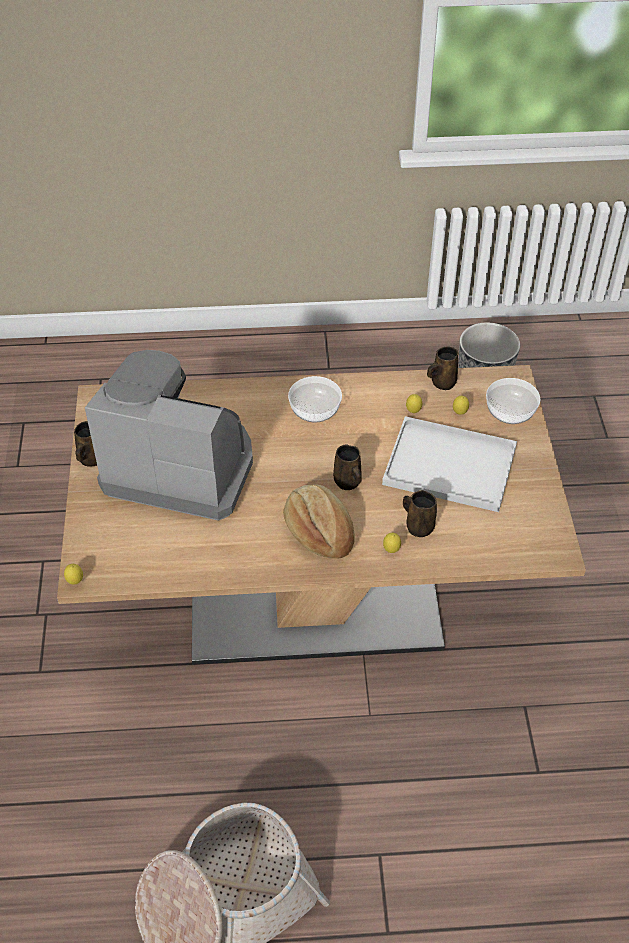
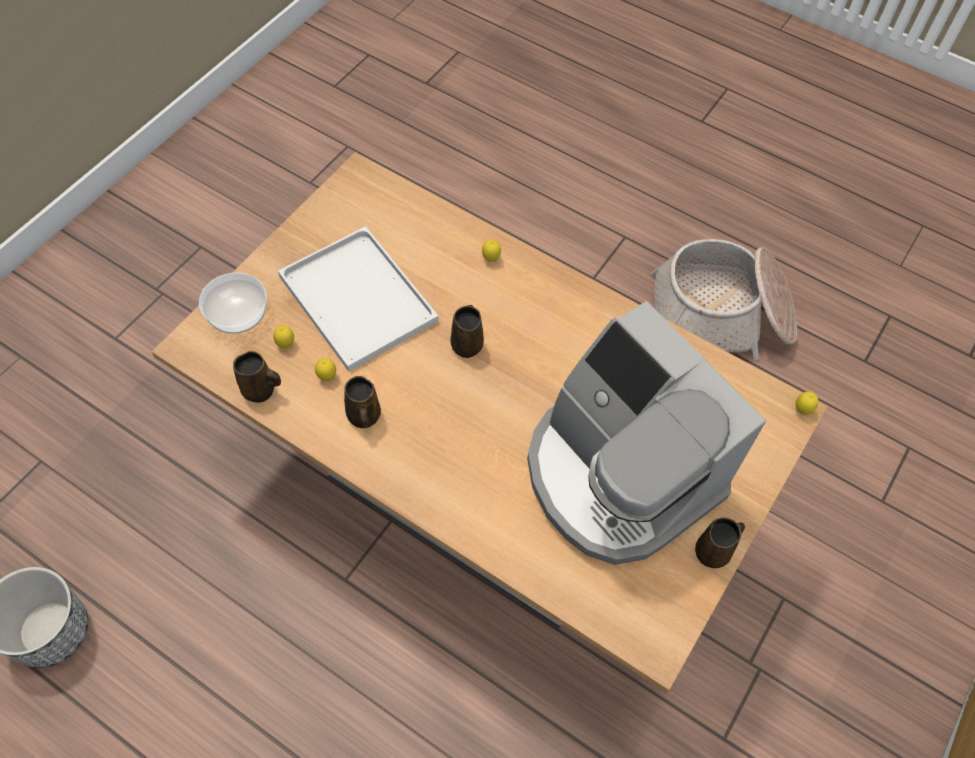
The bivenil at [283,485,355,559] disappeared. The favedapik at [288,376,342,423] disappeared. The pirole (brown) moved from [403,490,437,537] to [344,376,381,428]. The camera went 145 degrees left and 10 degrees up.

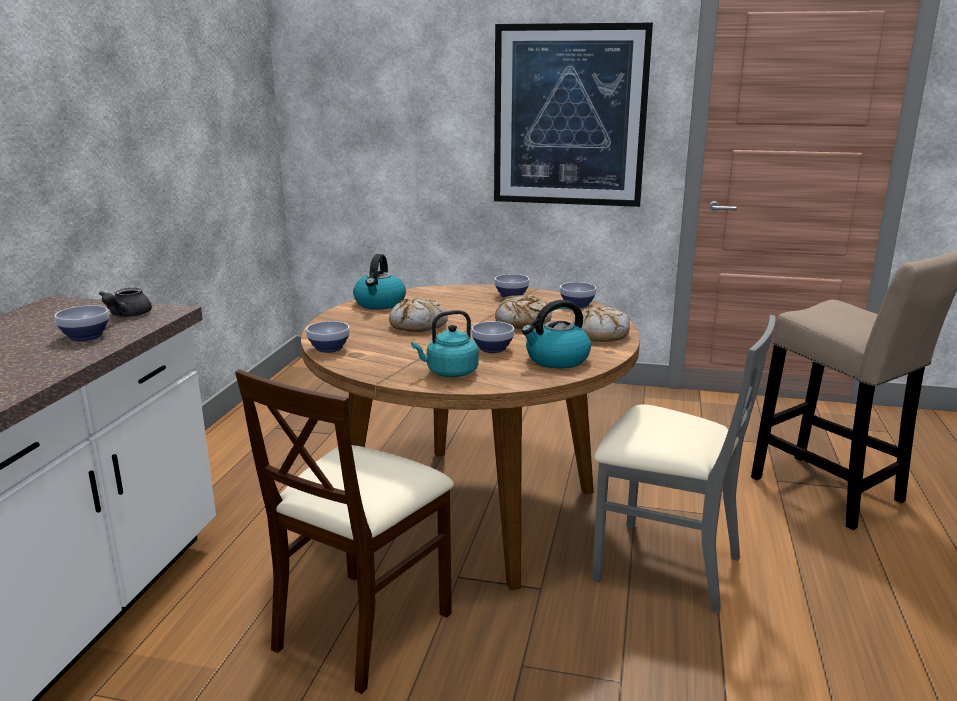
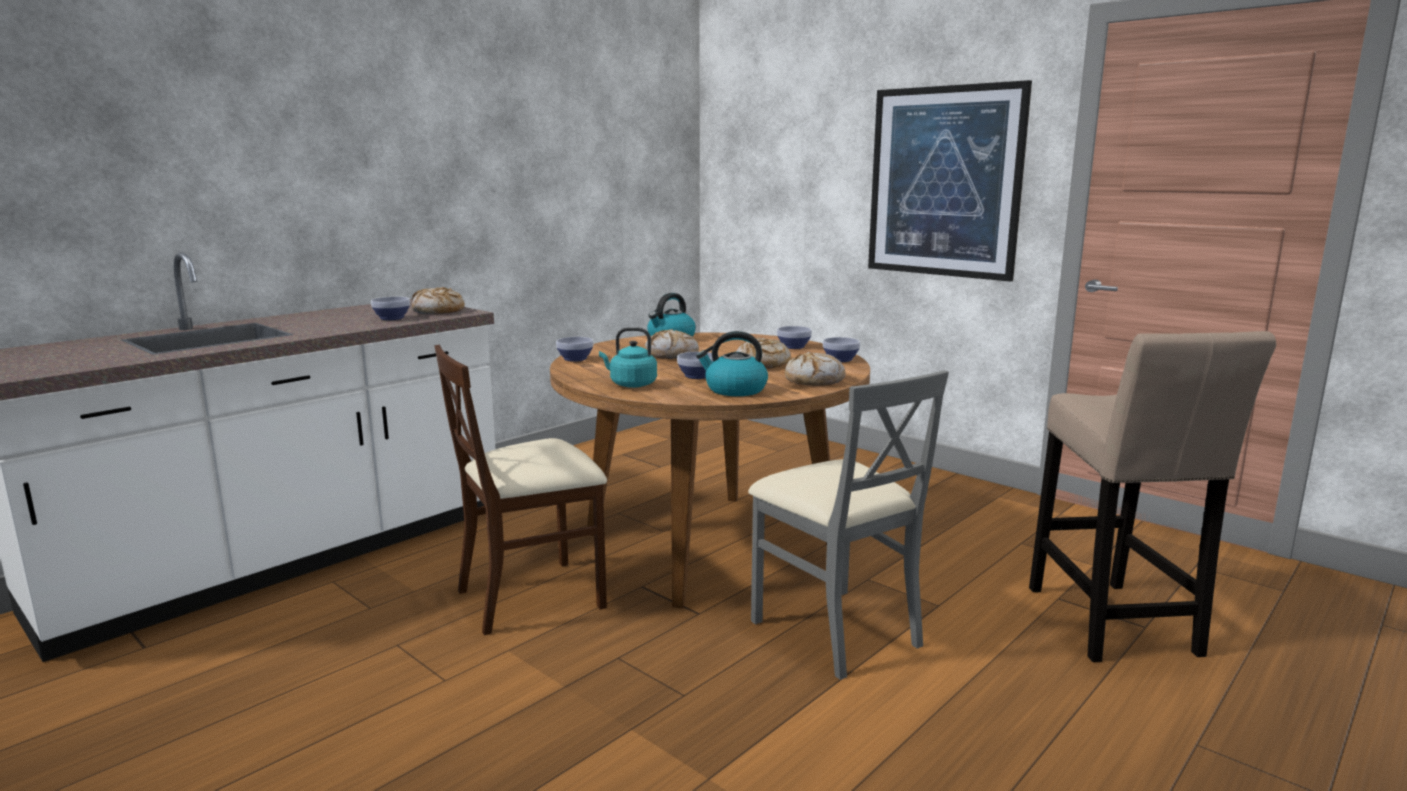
The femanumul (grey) at [99,288,152,317] was replaced by the bivenil at [412,287,465,314]. The camera went 30 degrees right and 5 degrees down.

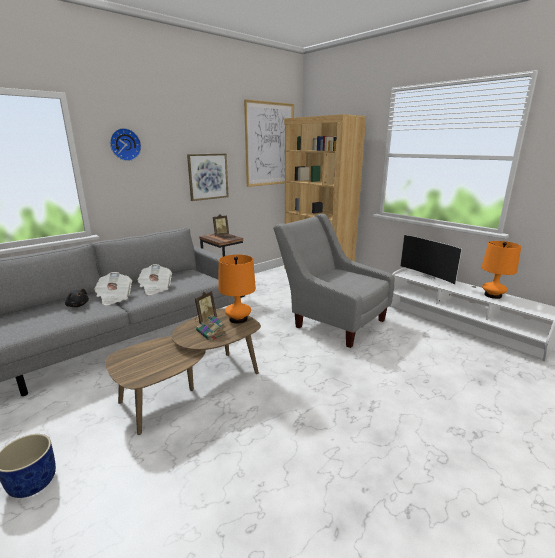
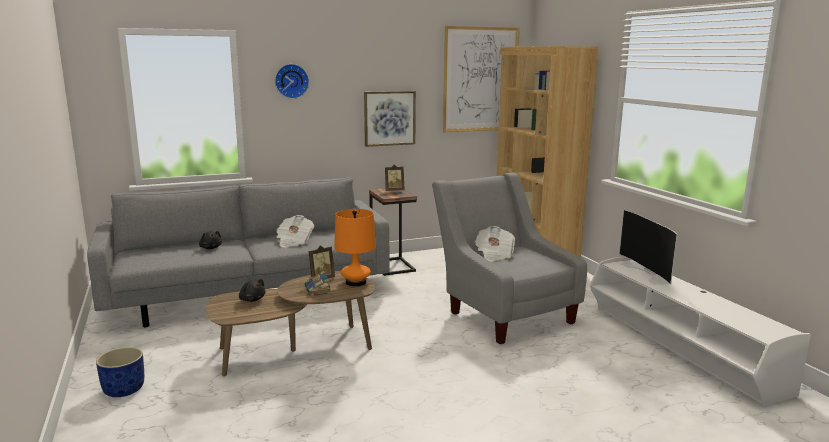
The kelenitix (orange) at [481,241,521,299] disappeared. The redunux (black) at [239,279,266,302] appeared. The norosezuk moved from [94,272,132,305] to [475,226,515,261]. The camera went 20 degrees right and 5 degrees down.

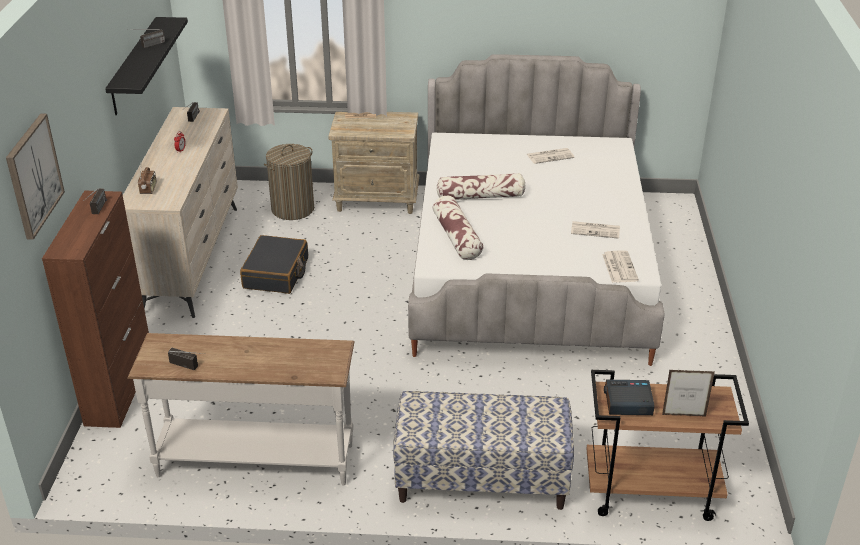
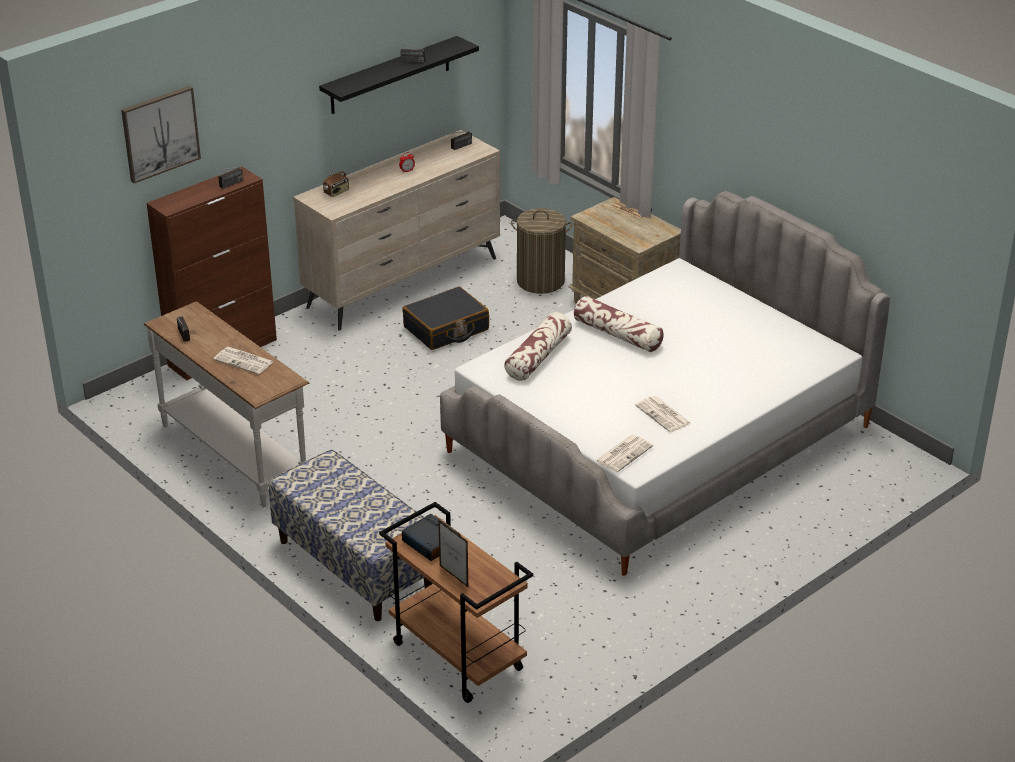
The norosezuk moved from [527,148,575,164] to [213,347,274,375]. The camera went 45 degrees right and 0 degrees up.

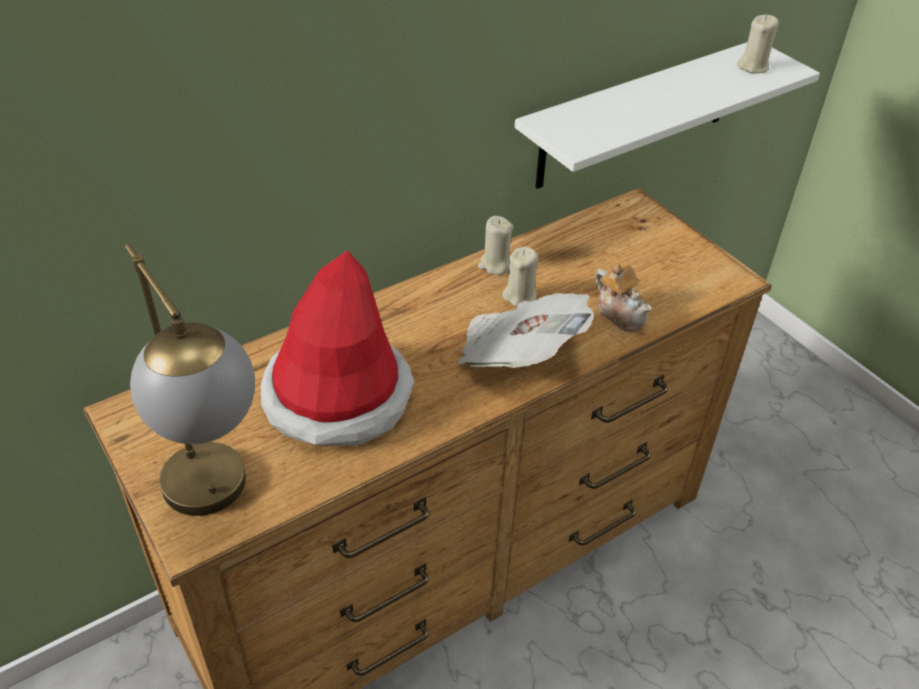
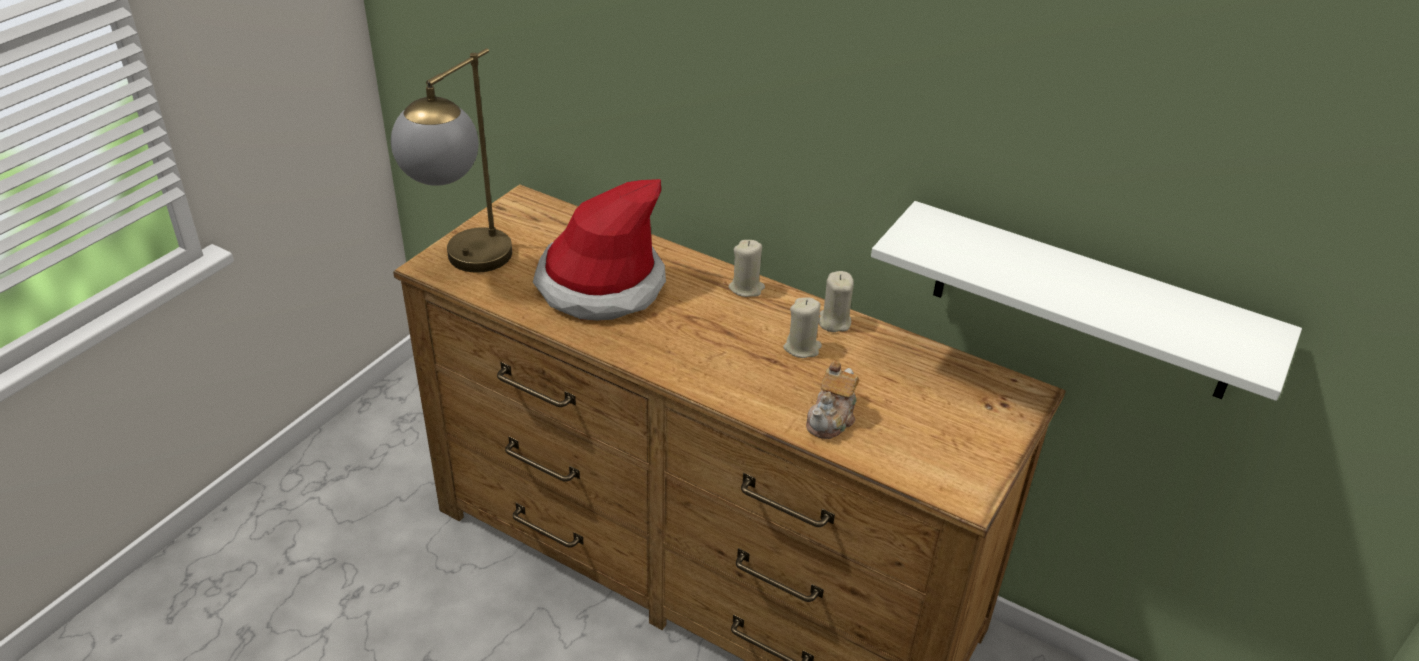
The norosezuk at [458,293,594,368] disappeared. The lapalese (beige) moved from [737,14,779,74] to [729,240,765,297]. The camera went 65 degrees right and 5 degrees down.

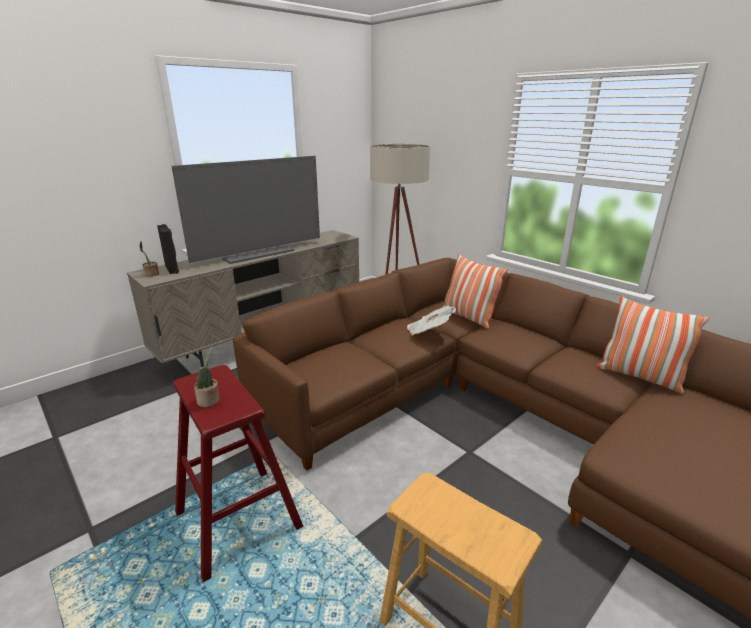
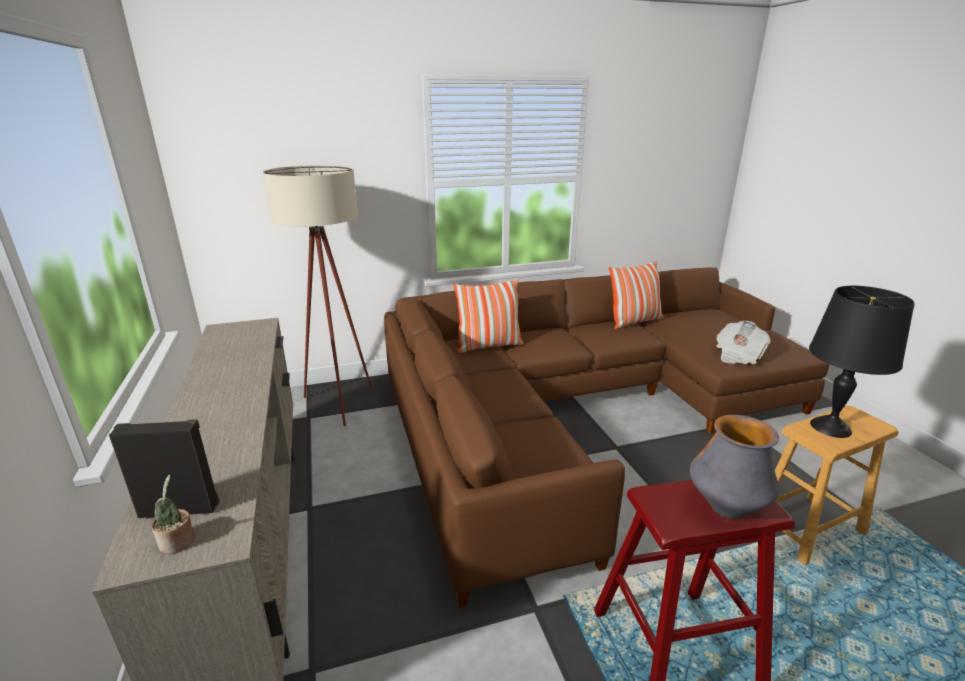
The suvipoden at [172,156,320,264] disappeared. The kelenitix (black) at [809,286,915,438] appeared. The norosezuk moved from [407,306,456,335] to [716,321,771,364]. The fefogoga at [194,350,220,407] was replaced by the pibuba at [690,415,780,519]. The camera went 65 degrees left and 0 degrees up.

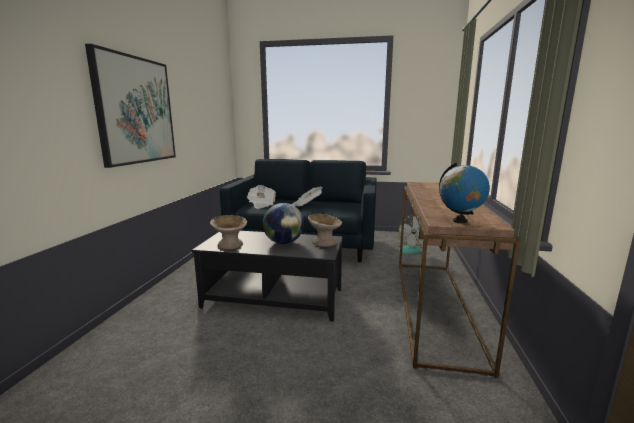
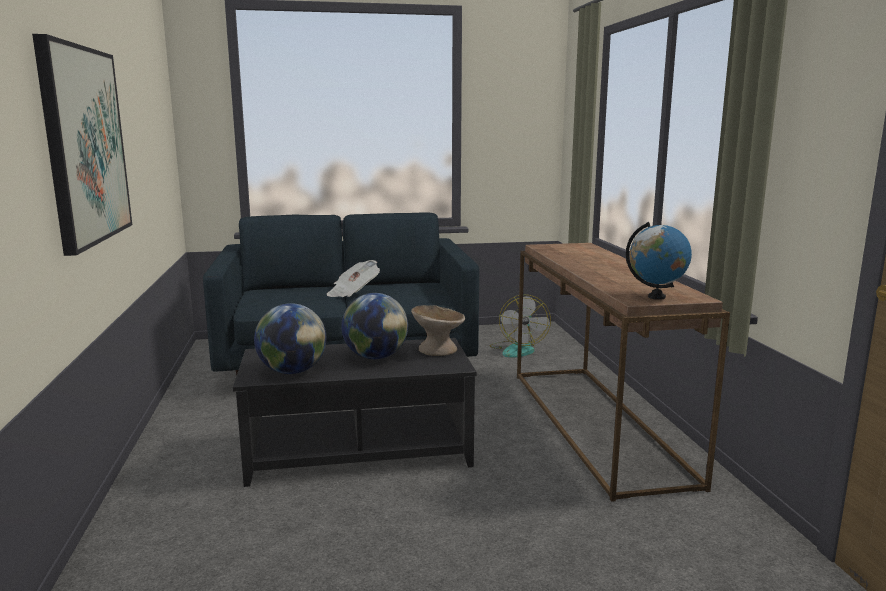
The norosezuk at [247,185,276,209] disappeared. The favedapik (beige) at [210,215,247,250] was replaced by the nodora at [254,303,326,374]. The camera went 20 degrees left and 0 degrees up.

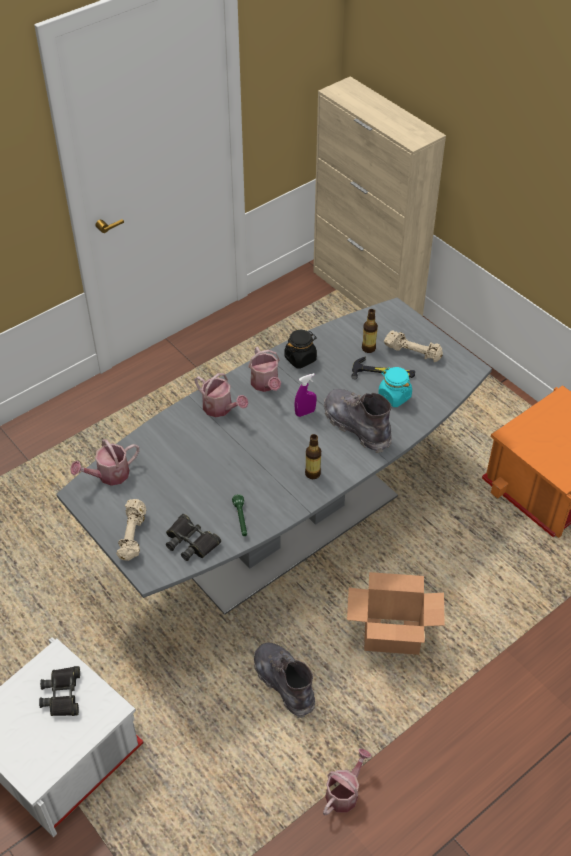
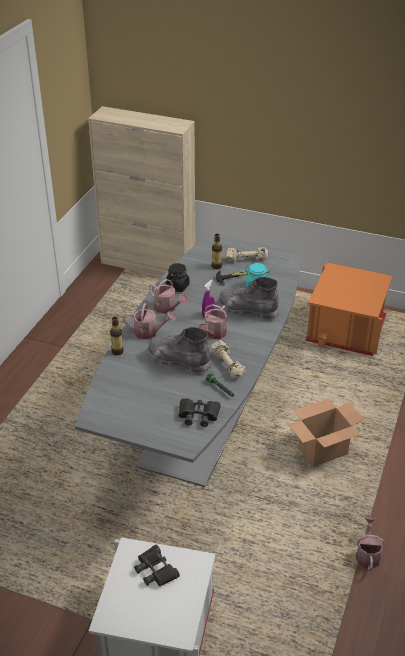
The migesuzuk moved from [70,439,139,486] to [198,304,227,339]. The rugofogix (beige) moved from [116,499,146,561] to [211,340,245,379]. The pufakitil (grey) moved from [254,643,315,718] to [147,327,211,374]. The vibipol moved from [305,434,321,479] to [110,317,124,355]. The camera went 30 degrees left and 10 degrees down.

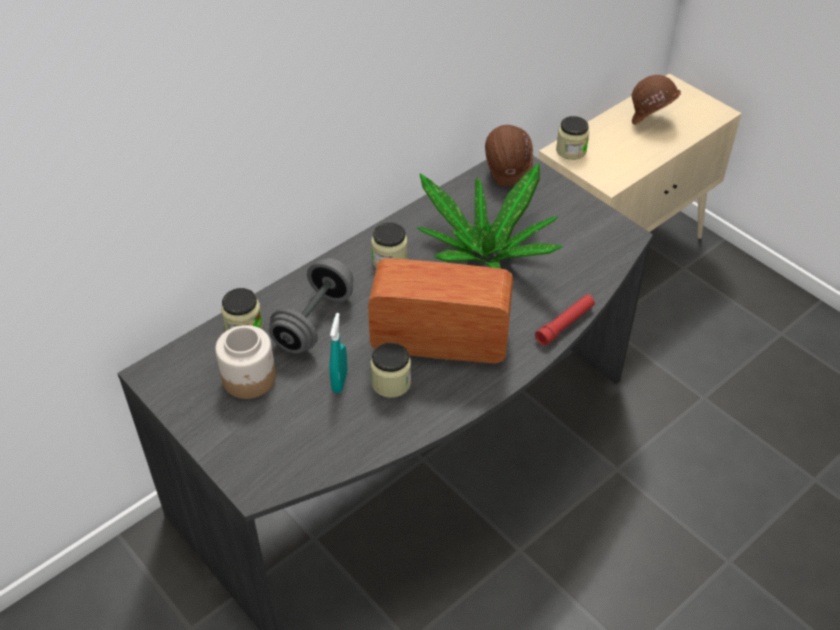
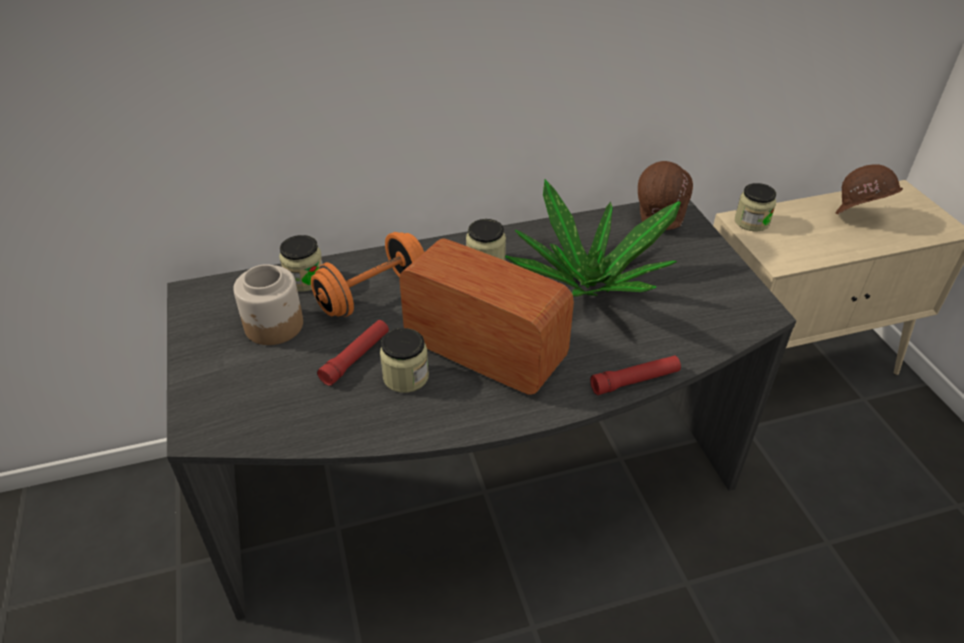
The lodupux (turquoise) at [330,313,347,393] was replaced by the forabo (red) at [317,320,389,386]. The rugofogix (grey) at [269,258,353,353] became the rugofogix (orange) at [311,232,424,317]. The camera went 25 degrees right and 5 degrees down.

